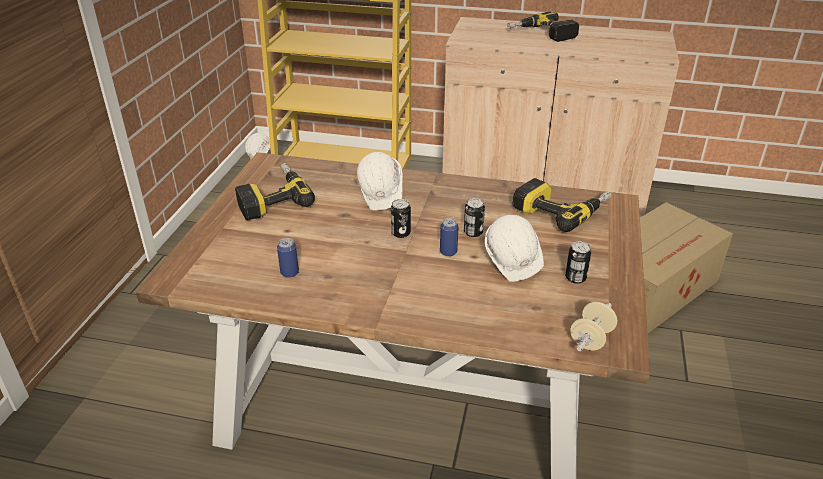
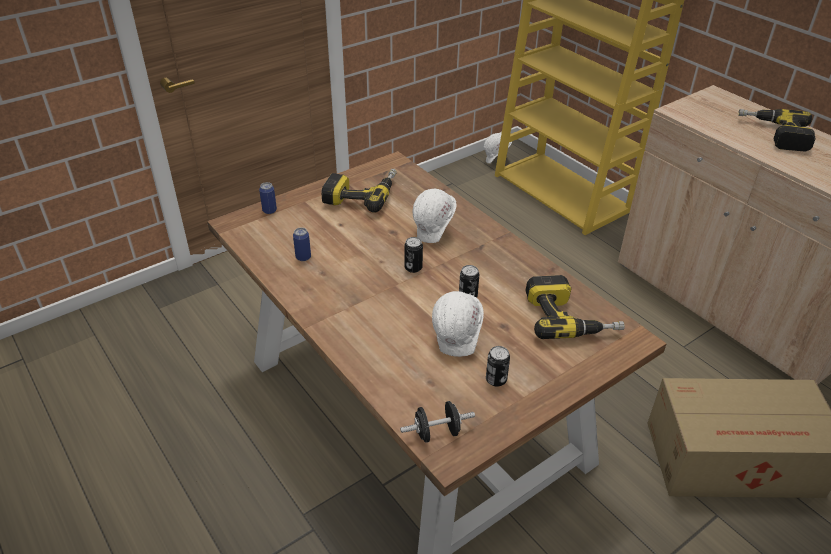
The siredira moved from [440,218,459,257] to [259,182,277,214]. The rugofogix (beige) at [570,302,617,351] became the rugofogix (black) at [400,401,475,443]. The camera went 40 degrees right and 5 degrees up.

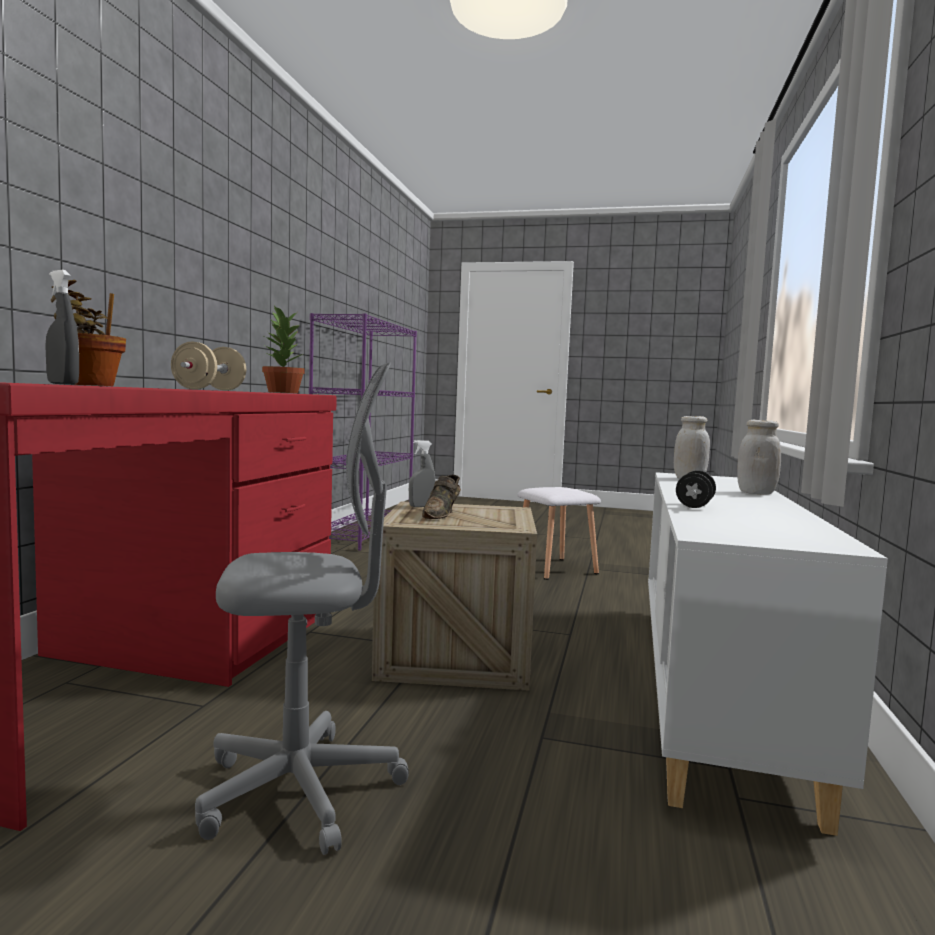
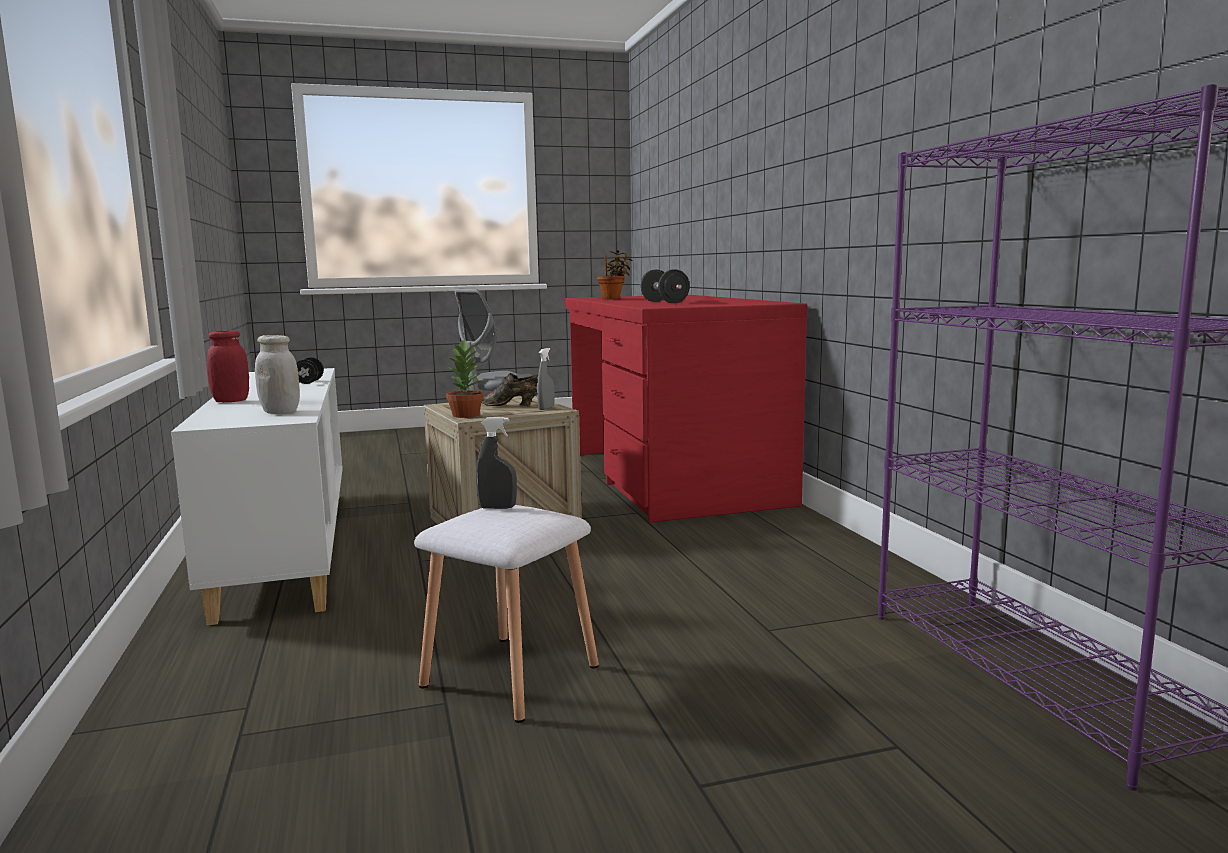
The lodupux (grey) moved from [45,270,79,385] to [476,417,517,509]. The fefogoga moved from [262,305,305,393] to [446,338,484,418]. The rugofogix (beige) at [171,341,246,391] became the rugofogix (black) at [640,269,690,303]. The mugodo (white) at [737,420,781,494] became the mugodo (red) at [207,330,249,402]. The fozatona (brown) at [422,475,461,519] turned 75 degrees counterclockwise. The camera went 150 degrees right and 5 degrees up.

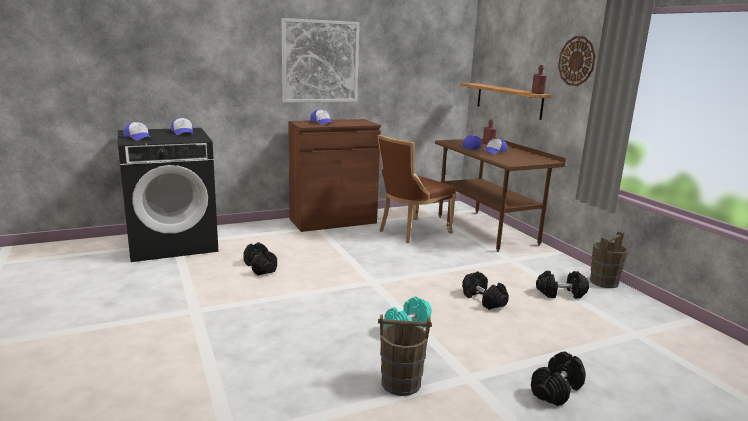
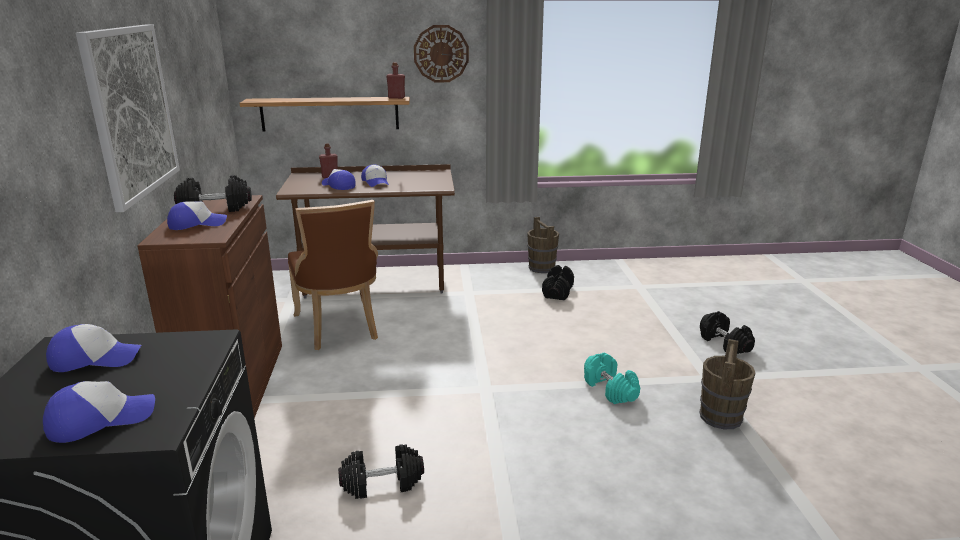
The rugofogix (black) moved from [462,272,509,310] to [174,175,252,212]. The camera went 70 degrees left and 5 degrees up.

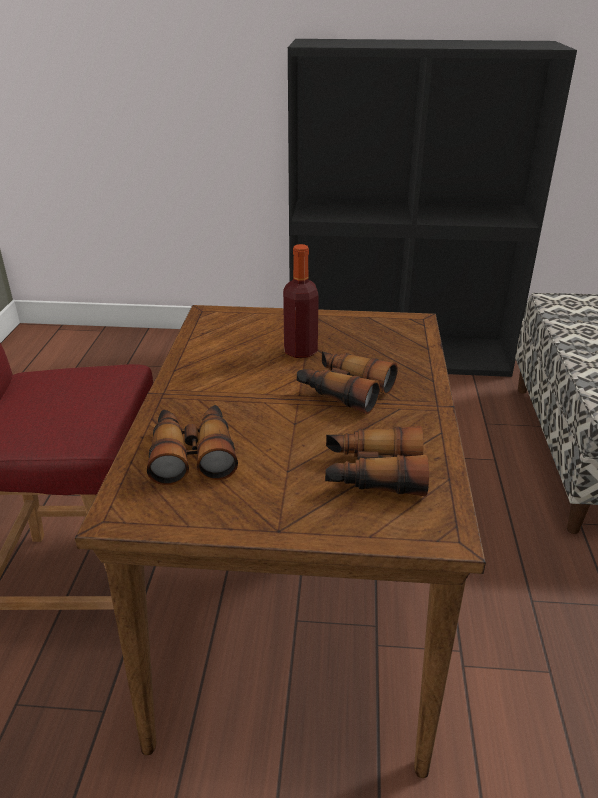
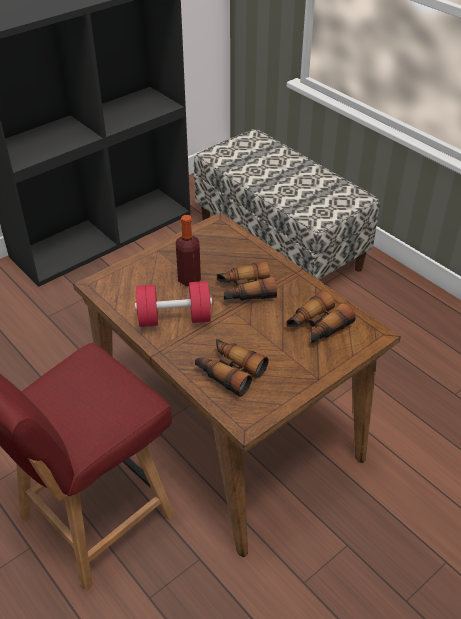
The rugofogix (red) at [135,281,212,327] appeared. The camera went 45 degrees left and 10 degrees up.

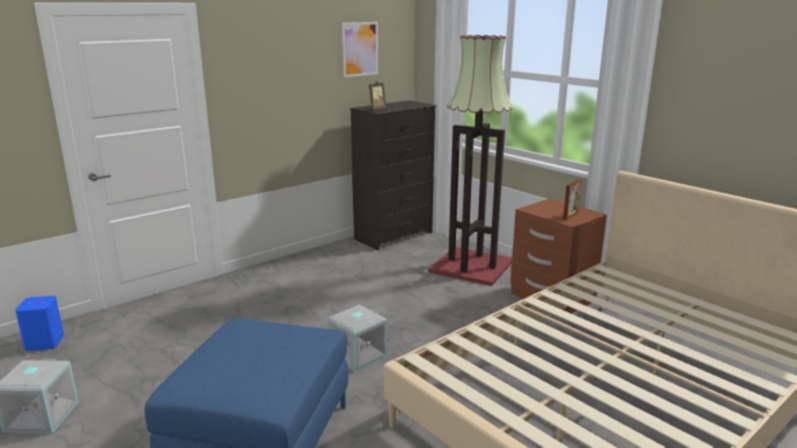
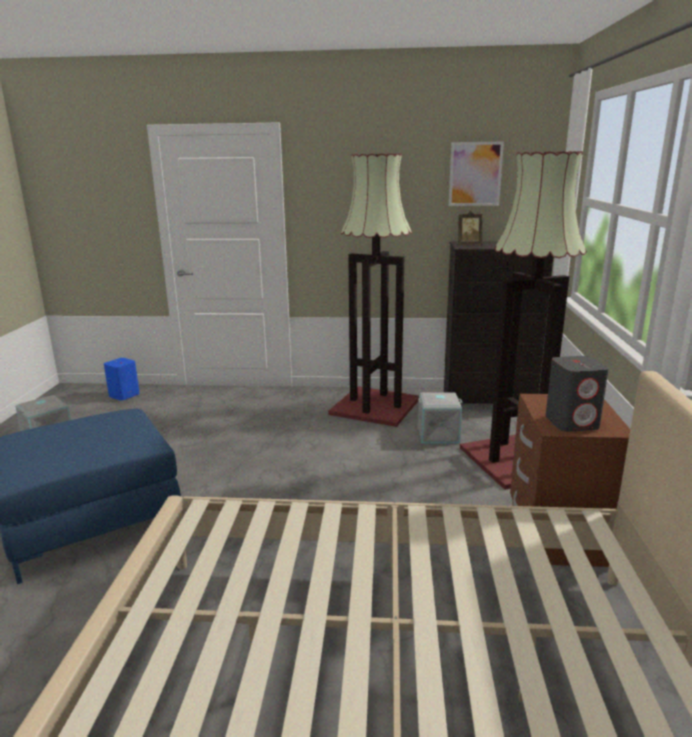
The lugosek at [328,153,419,427] appeared. The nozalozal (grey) moved from [327,304,387,372] to [418,392,463,444]. The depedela at [563,179,582,220] was replaced by the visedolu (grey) at [546,356,609,432]. The camera went 45 degrees right and 0 degrees up.

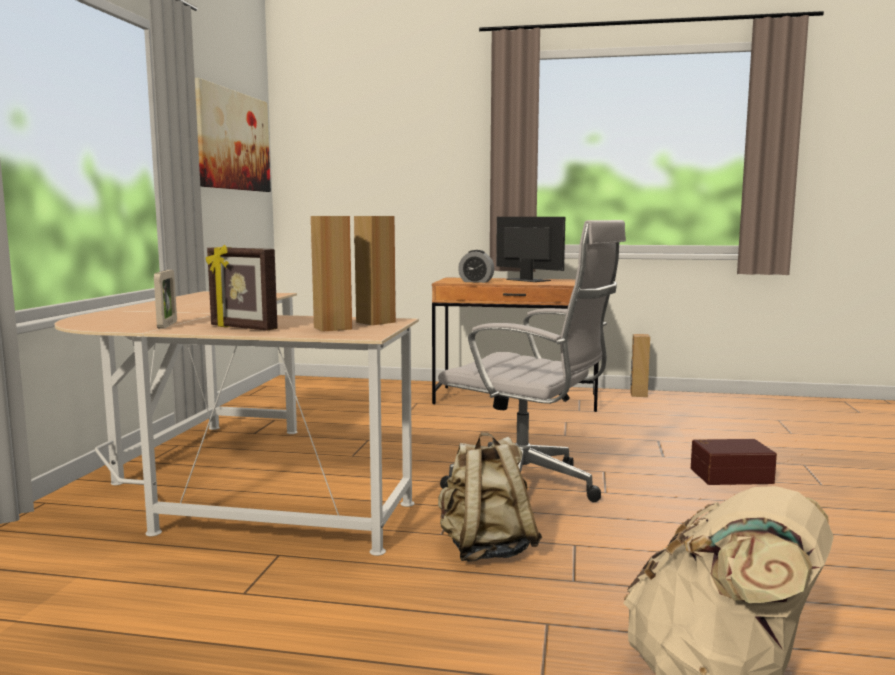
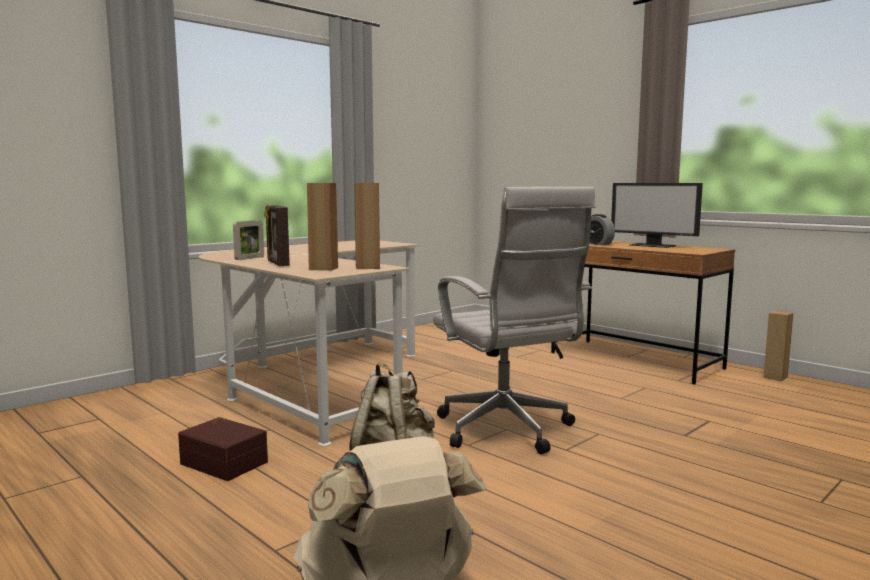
The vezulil at [195,78,271,192] disappeared. The nozalozal (brown) moved from [691,439,777,485] to [178,417,268,481]. The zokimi at [496,217,565,282] turned 135 degrees clockwise. The camera went 35 degrees right and 0 degrees up.

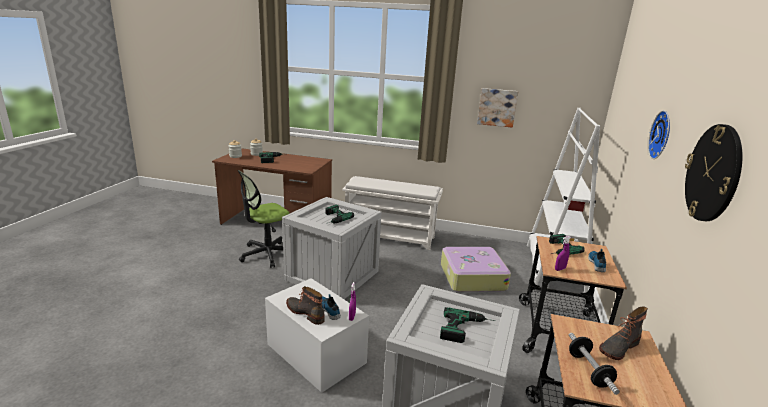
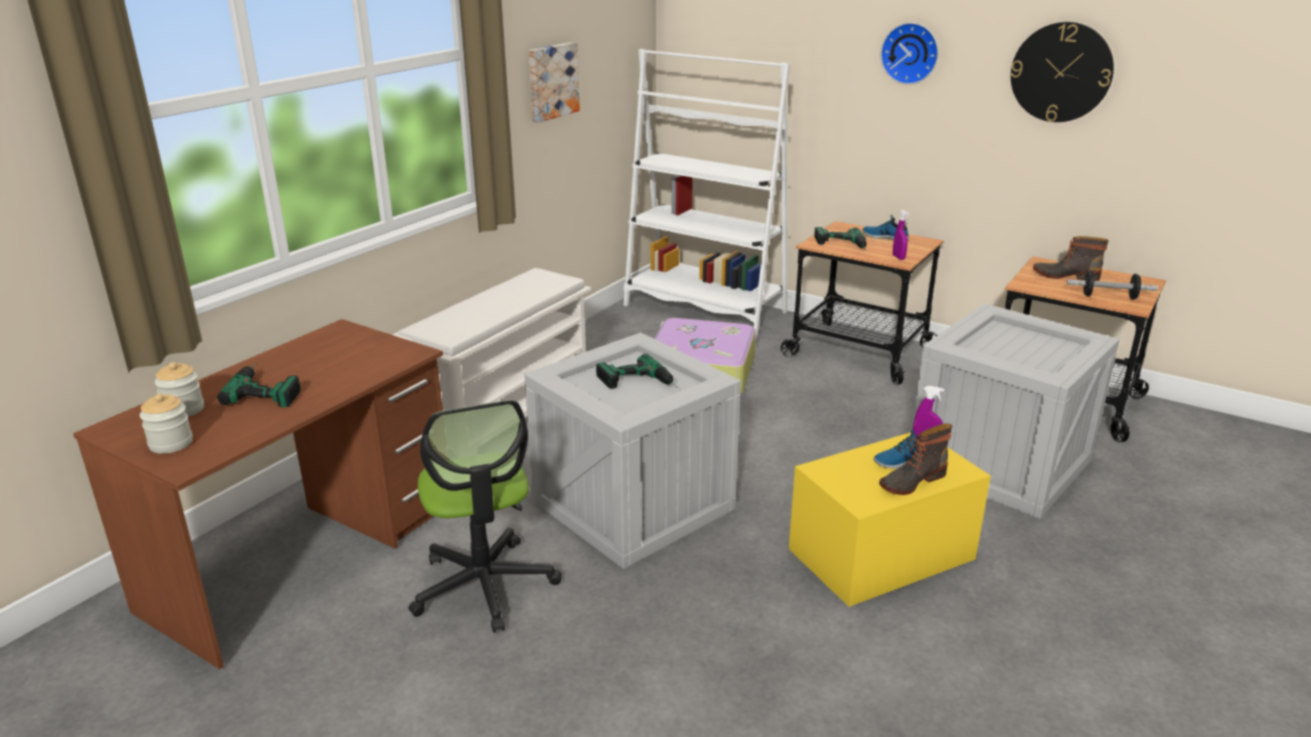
The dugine at [440,307,495,343] disappeared. The nozalozal (white) at [265,278,369,393] became the nozalozal (yellow) at [789,432,991,607]. The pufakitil at [599,306,648,360] turned 120 degrees clockwise. The camera went 70 degrees left and 5 degrees up.

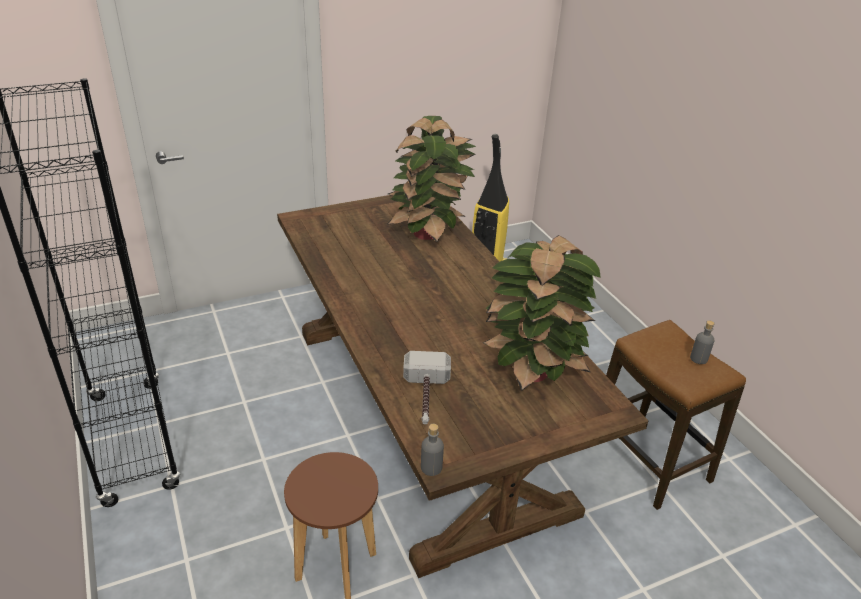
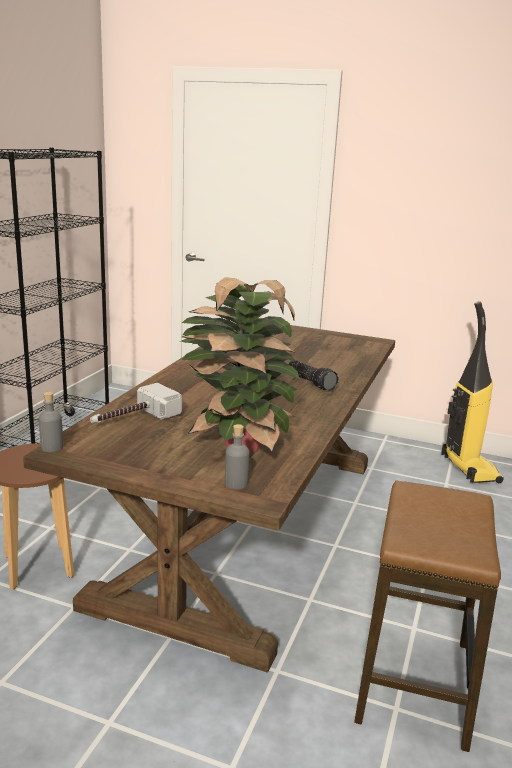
The fefogoga at [387,116,476,242] disappeared. The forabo at [288,361,339,391] appeared. The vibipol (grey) moved from [690,321,714,364] to [225,424,250,489]. The camera went 45 degrees right and 15 degrees down.

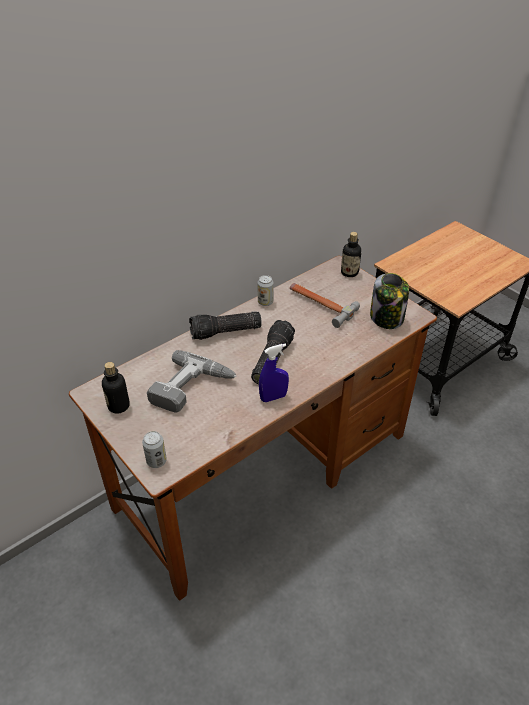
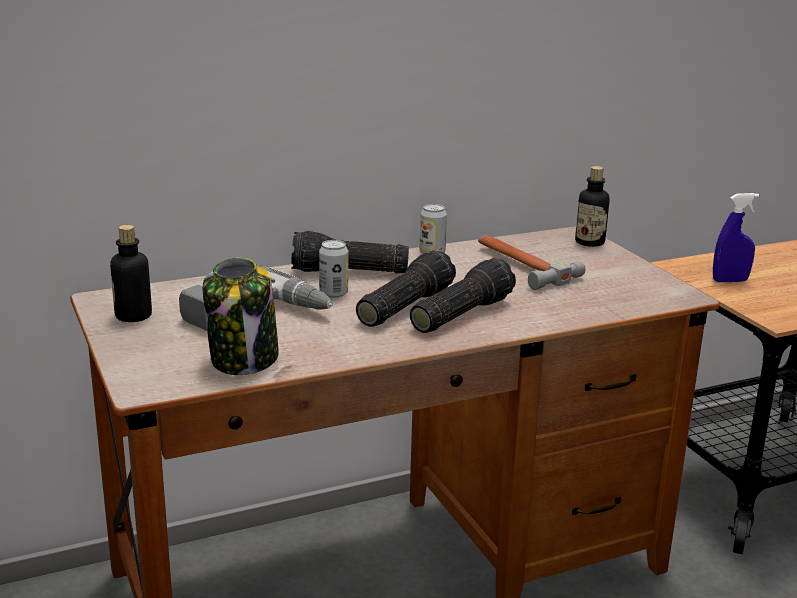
The forabo at [410,258,516,333] appeared. The siredira moved from [142,431,167,468] to [319,240,348,298]. The lodupux (blue) moved from [259,344,289,402] to [713,193,759,282]. The mugodo moved from [370,273,409,329] to [203,258,279,375]. The camera went 15 degrees right and 20 degrees down.

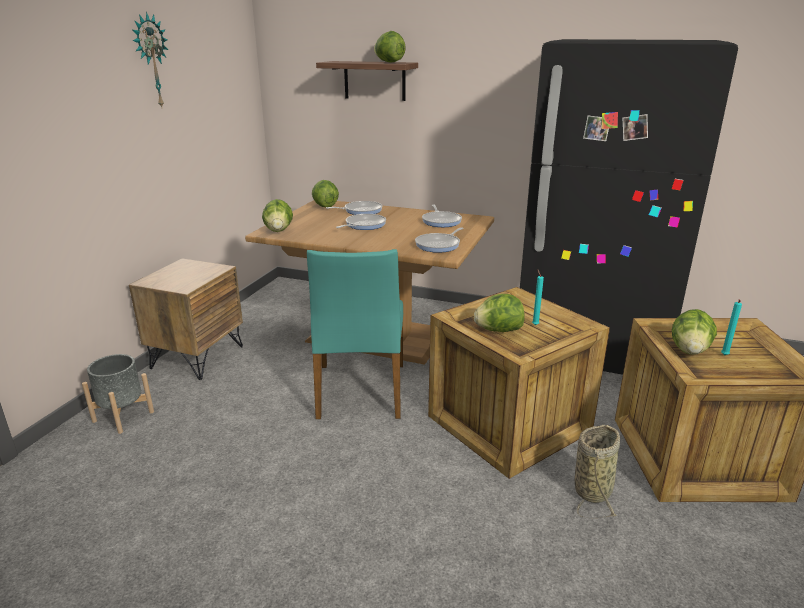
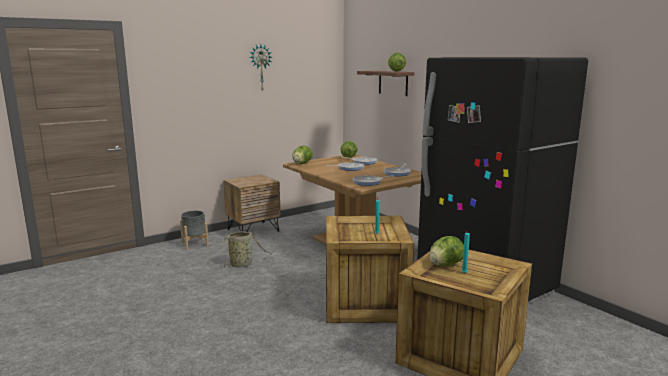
The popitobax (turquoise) at [307,249,403,419] disappeared. The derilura at [474,294,525,332] disappeared. The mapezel moved from [575,425,620,518] to [218,232,272,267]. The camera went 35 degrees right and 10 degrees down.

